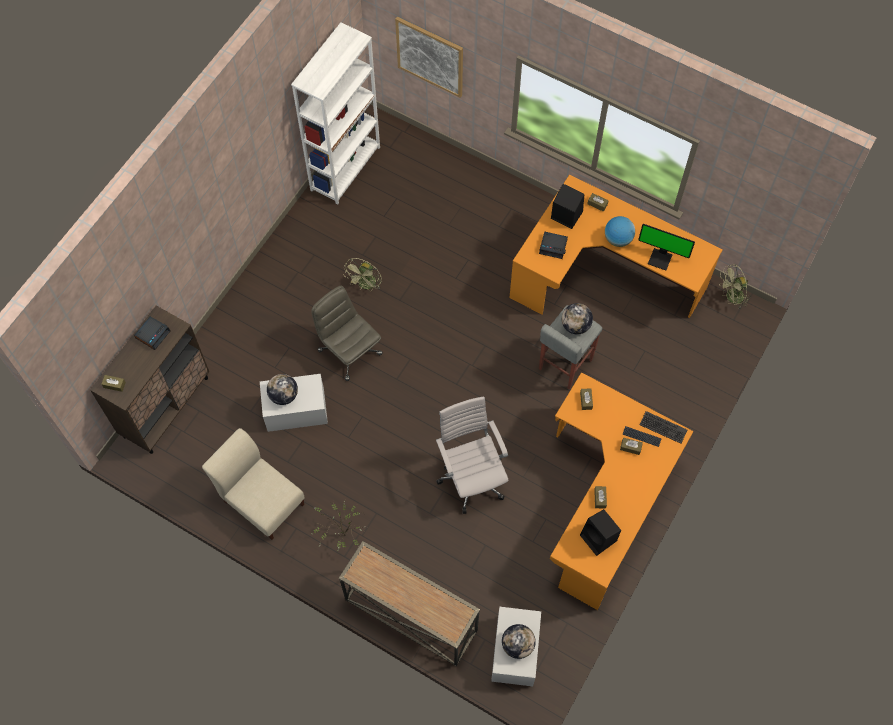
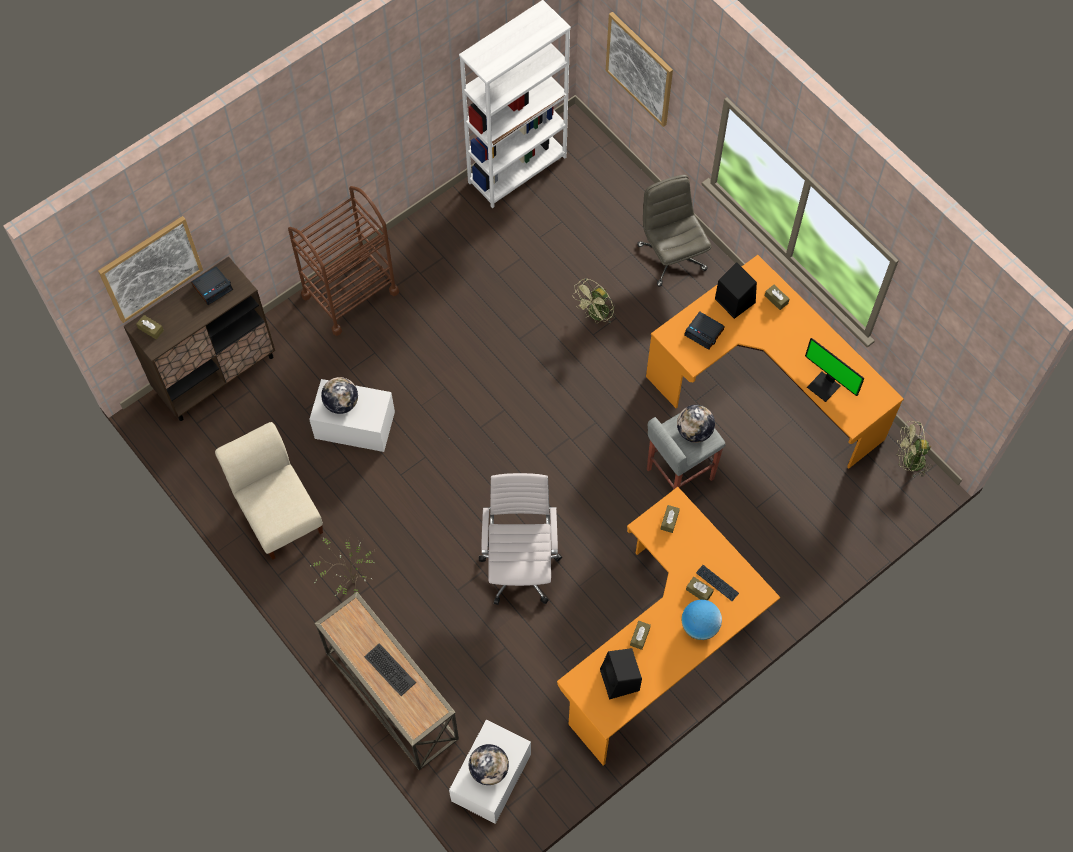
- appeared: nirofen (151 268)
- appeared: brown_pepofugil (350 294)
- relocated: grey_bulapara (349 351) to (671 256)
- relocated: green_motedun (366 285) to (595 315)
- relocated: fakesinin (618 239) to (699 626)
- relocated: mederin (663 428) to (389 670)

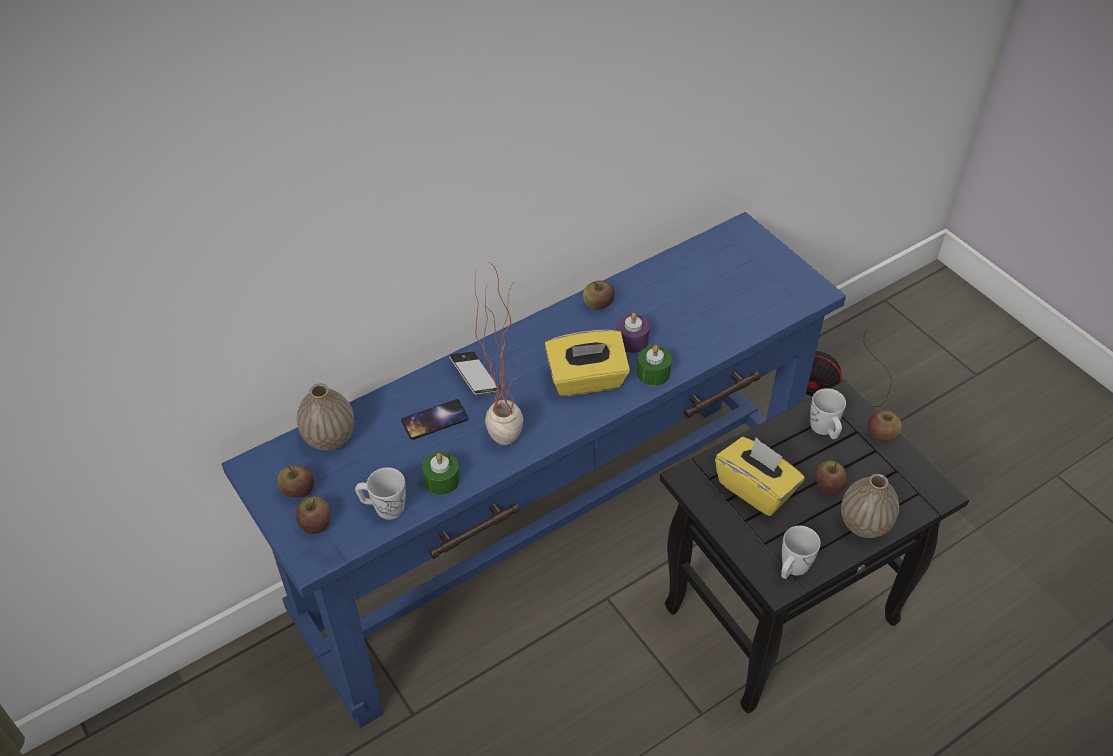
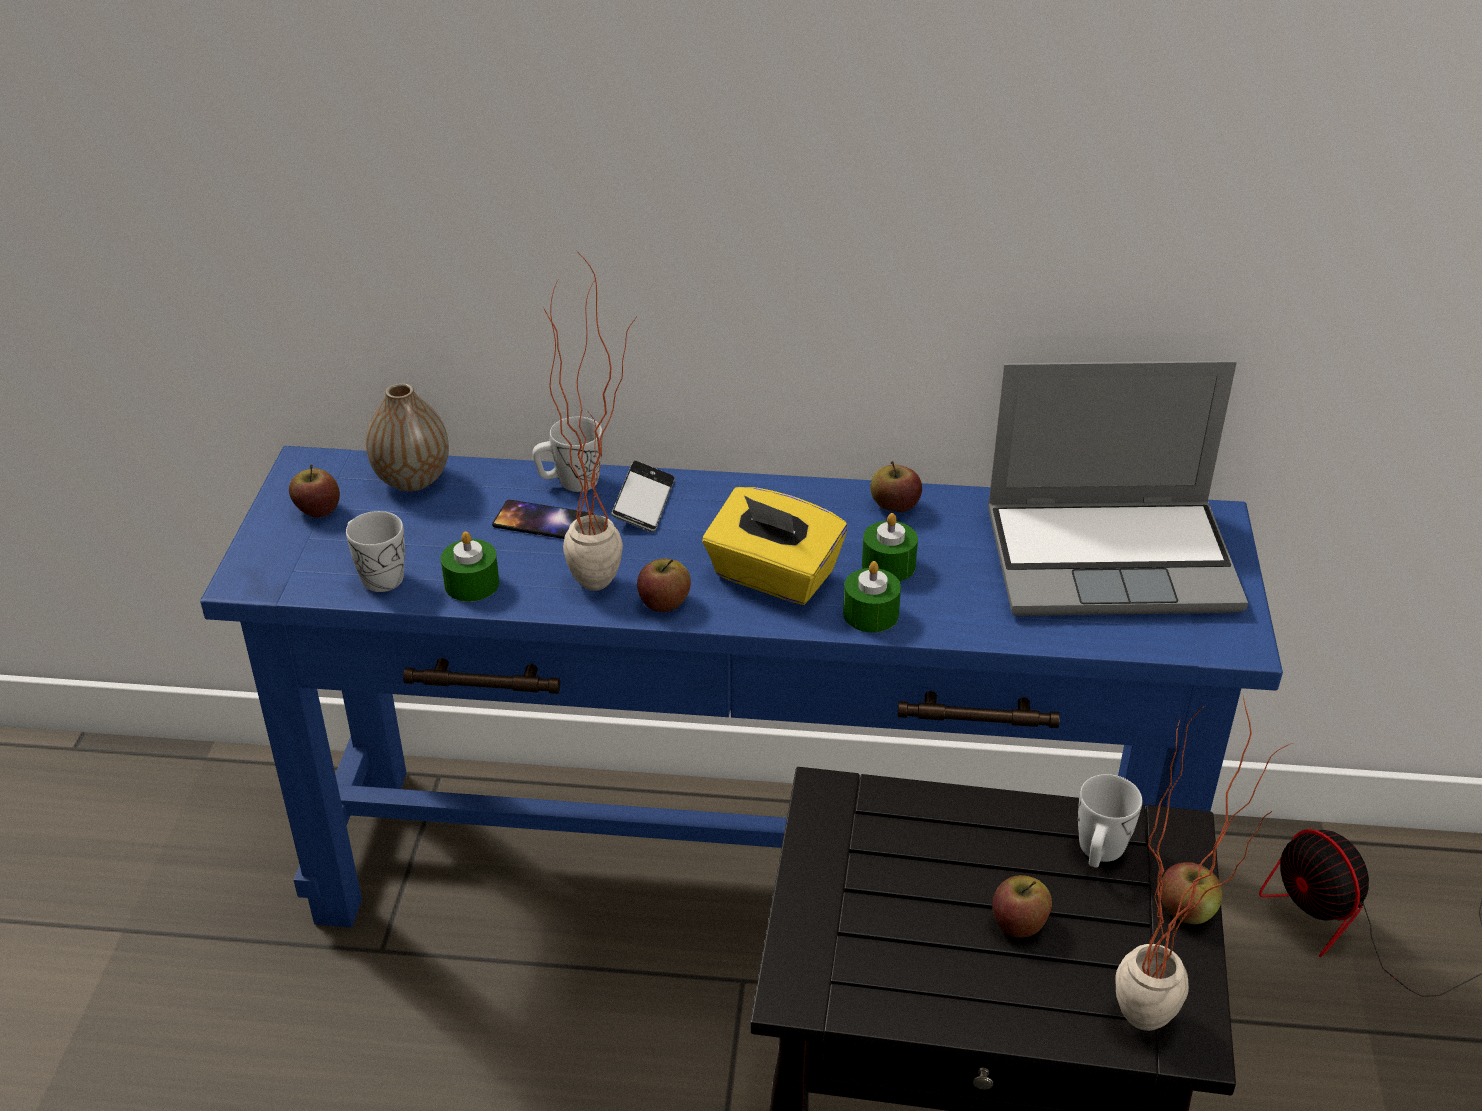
- missing: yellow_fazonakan (756 489)
- missing: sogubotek (864 525)
- appeared: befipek (1113 559)
- appeared: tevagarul (1166 1023)
- relocated: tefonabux (315 524) to (664 602)
- relocated: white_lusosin (792 569) to (570 482)
- colour: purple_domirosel (632 340) to green_domirosel (888 565)

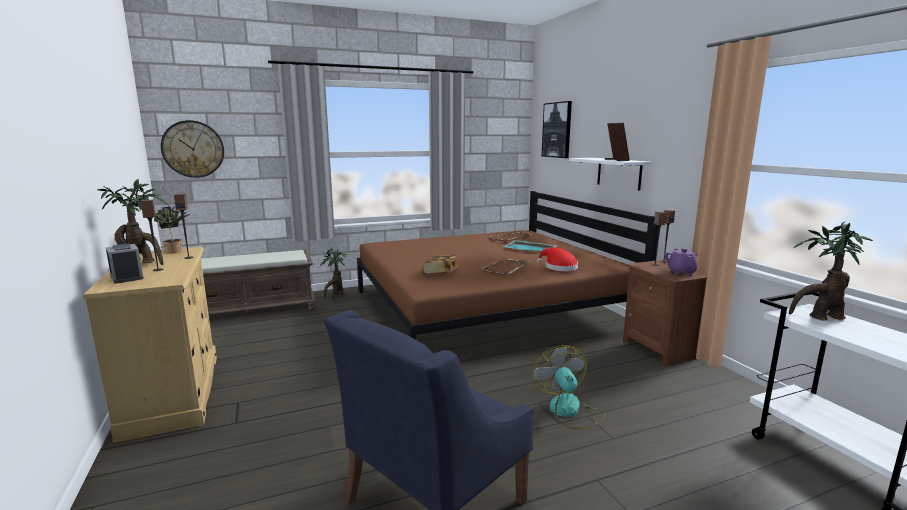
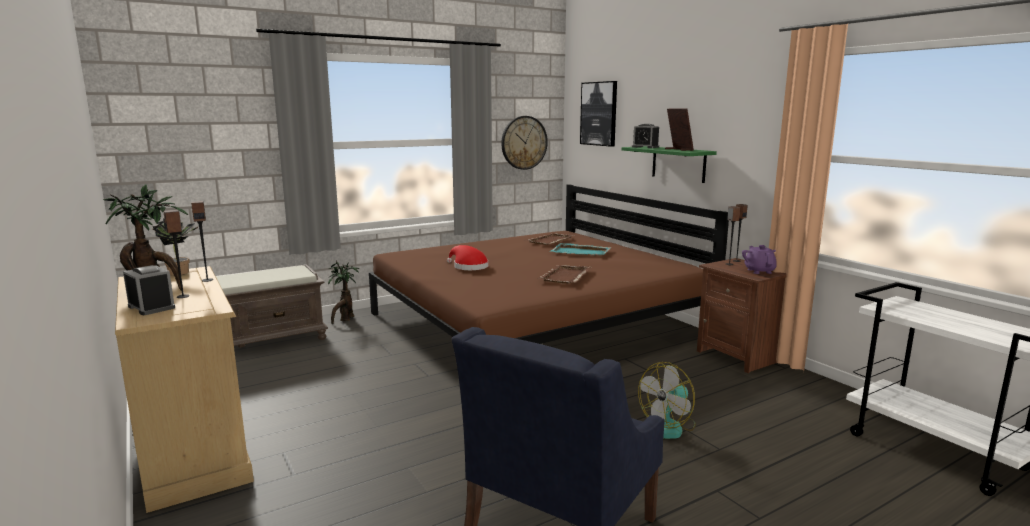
- missing: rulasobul (440 273)
- missing: tevagarul (820 317)
- appeared: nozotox (645 147)
- relocated: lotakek (193 149) to (524 142)
- relocated: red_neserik (558 267) to (468 267)
- colour: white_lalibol (619 173) to green_lalibol (678 164)
- spun: motedun (569 411) = (667 427) 105 degrees counterclockwise

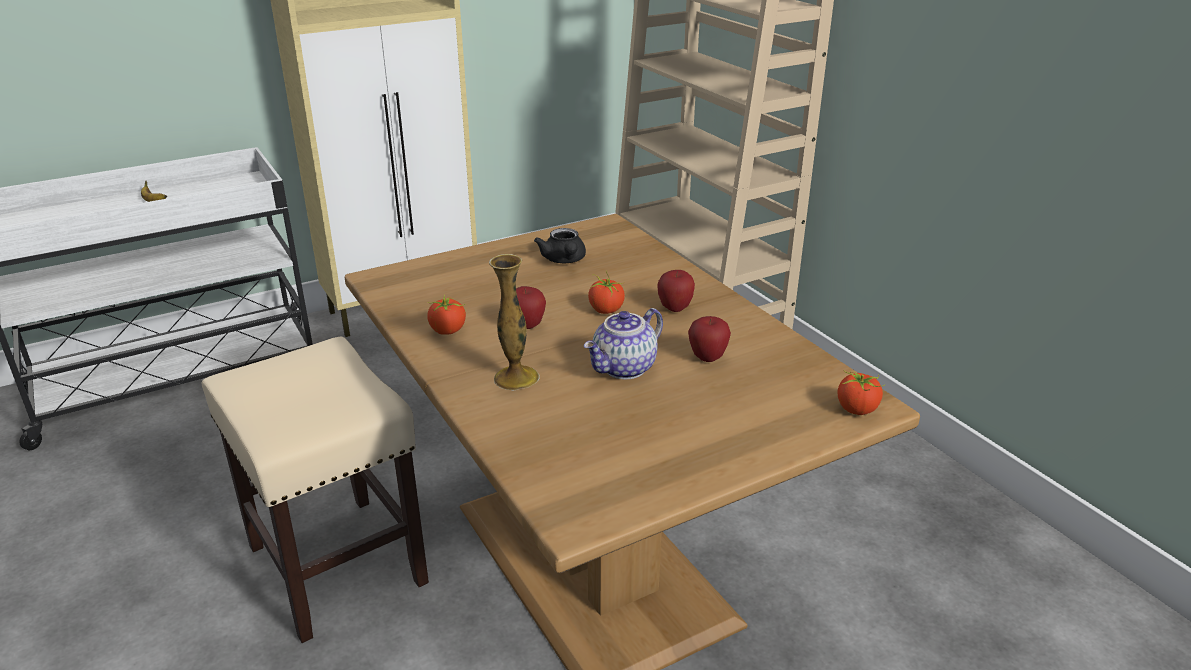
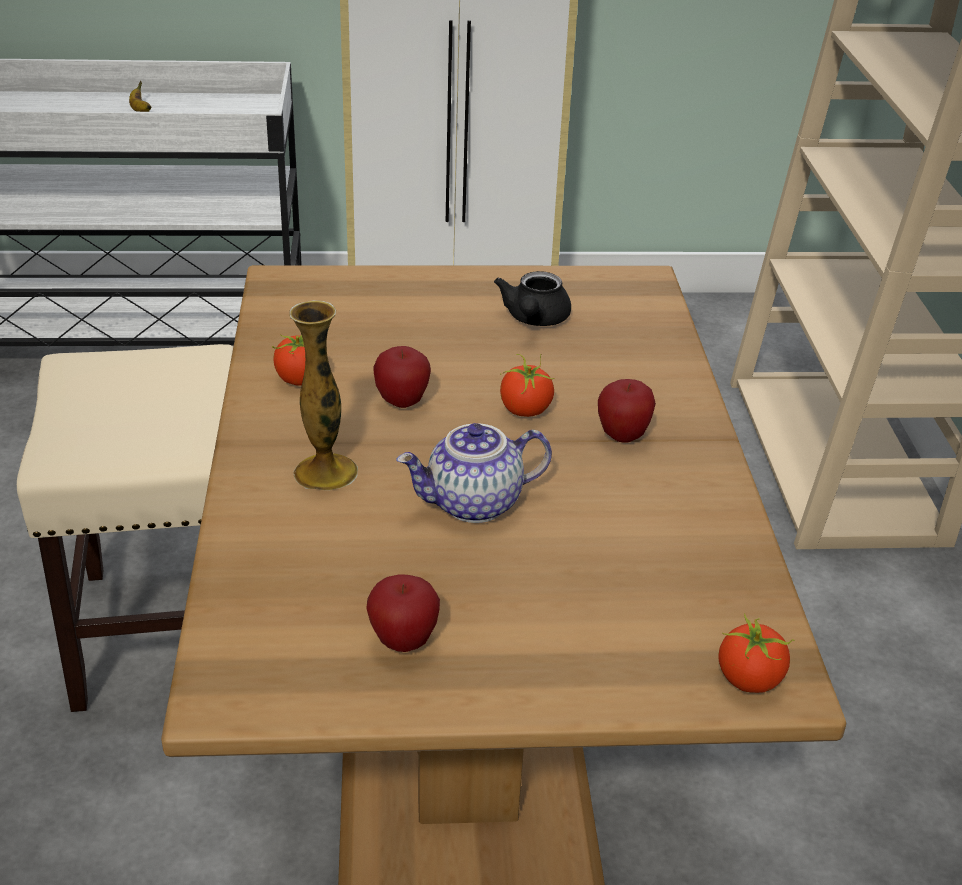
- relocated: tefonabux (707 358) to (403 641)

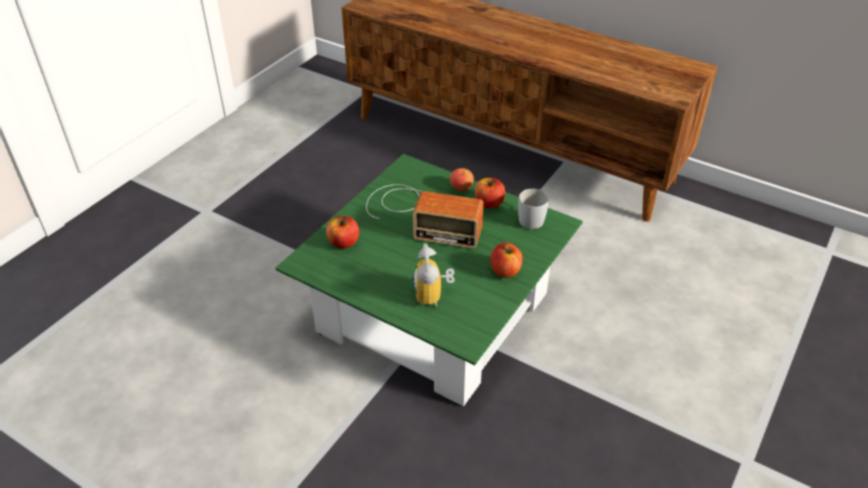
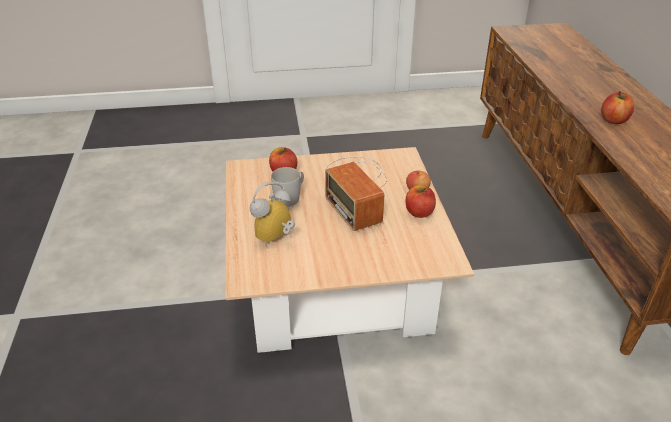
- relocated: tefonabux (505 271) to (613 120)
- relocated: white_lusosin (529 218) to (290 197)
- colour: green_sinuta (434 313) to beige_sinuta (335 282)

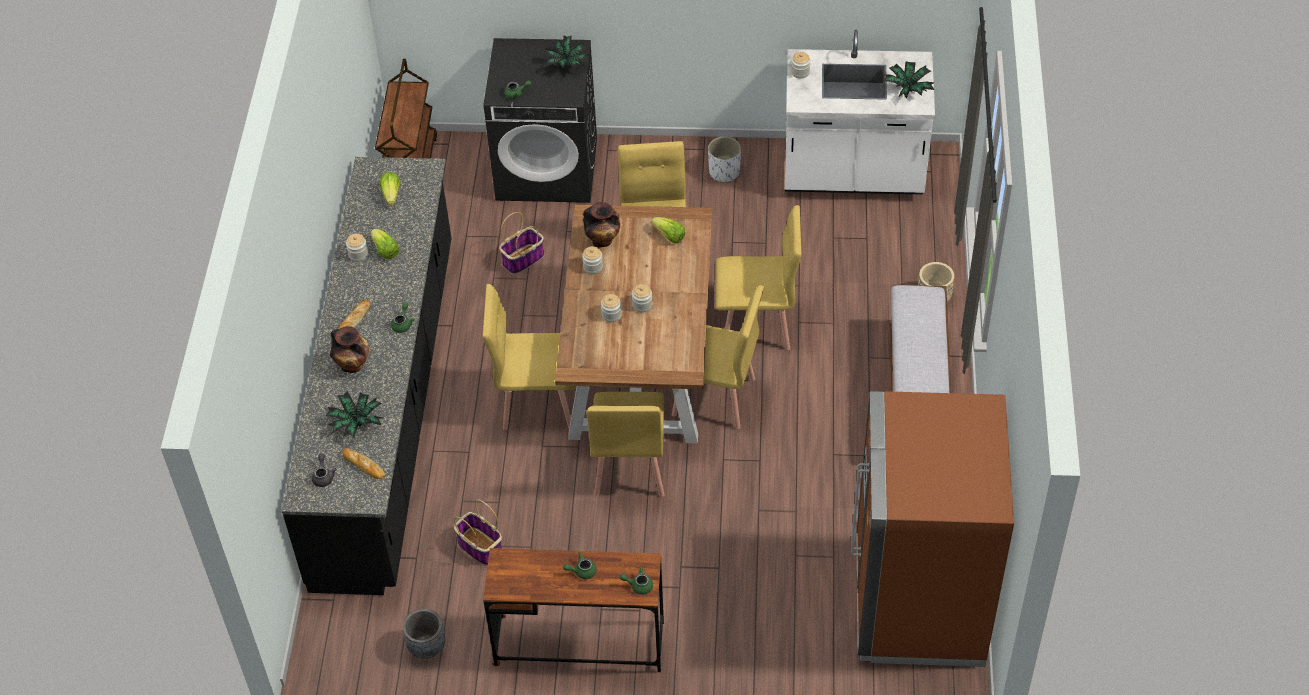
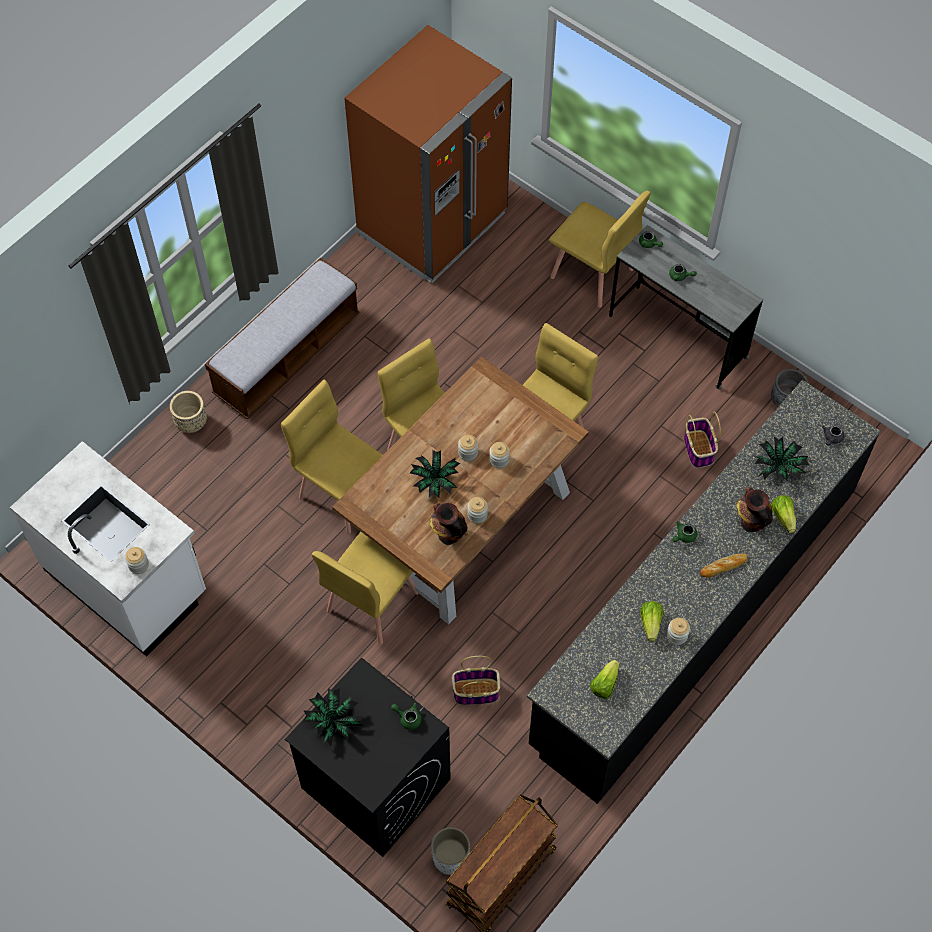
- missing: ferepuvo (364 466)
- relocated: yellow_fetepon (538 401) to (592 274)
- relocated: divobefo (669 236) to (783 517)
- relocated: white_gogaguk (724 172) to (450 857)
- relocated: tevagarul (907 89) to (435 480)
- colour: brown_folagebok (579 644) to grey_folagebok (677 337)

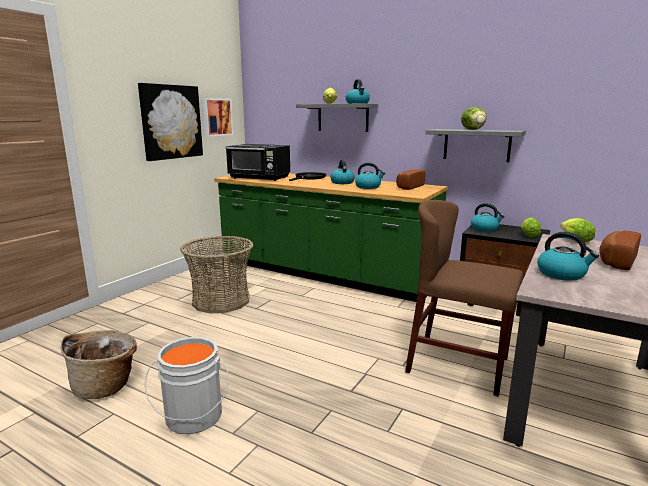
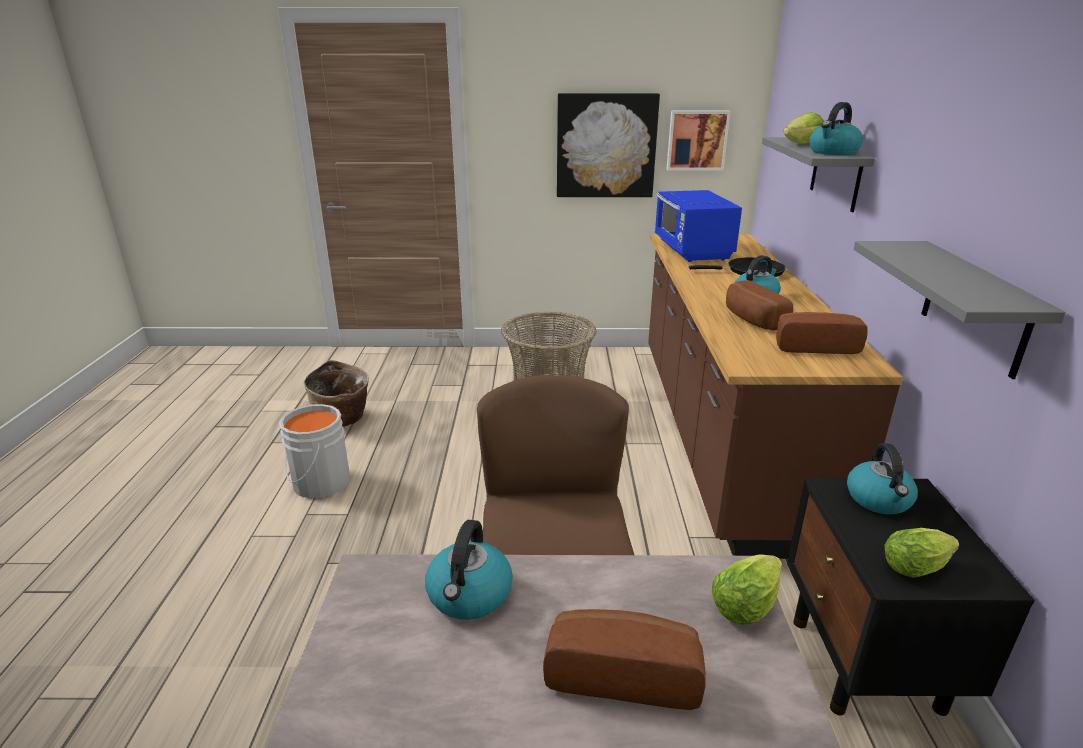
- missing: divobefo (473 130)
- exchanged: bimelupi (368 187) to ferepuvo (751 320)
- colour: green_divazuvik (324 273) to brown_divazuvik (721 434)
- colour: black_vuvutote (259 178) to blue_vuvutote (691 250)

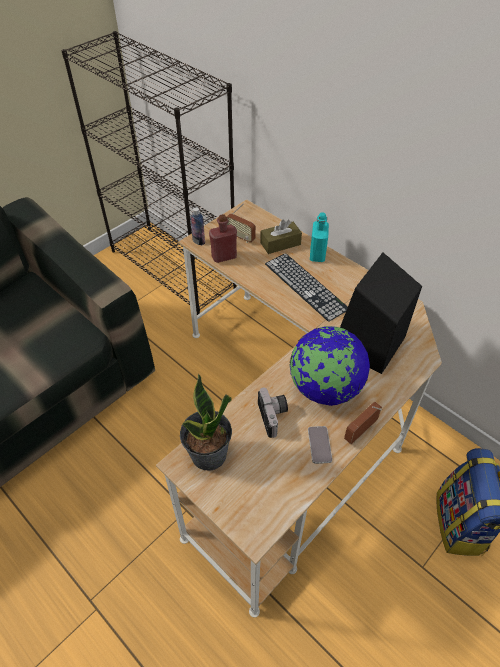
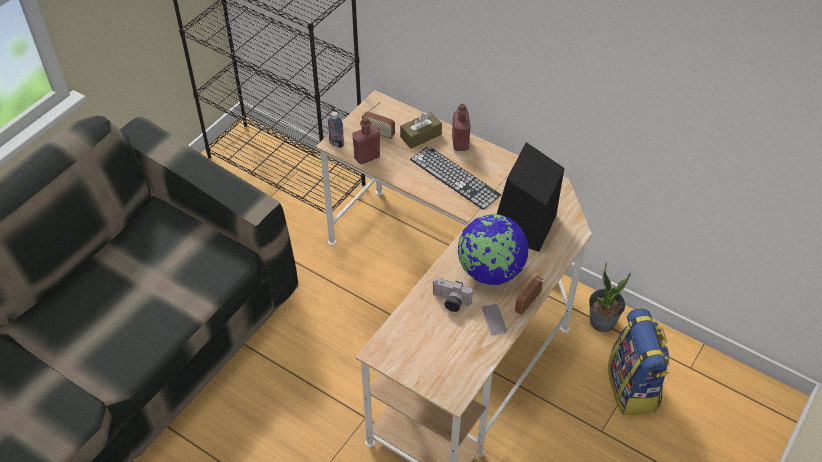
- relocated: tevagarul (208 455) to (602 322)
- colour: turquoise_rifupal (317 255) to red_rifupal (460 143)
- spun: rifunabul (274 416) = (450 302) 135 degrees clockwise

